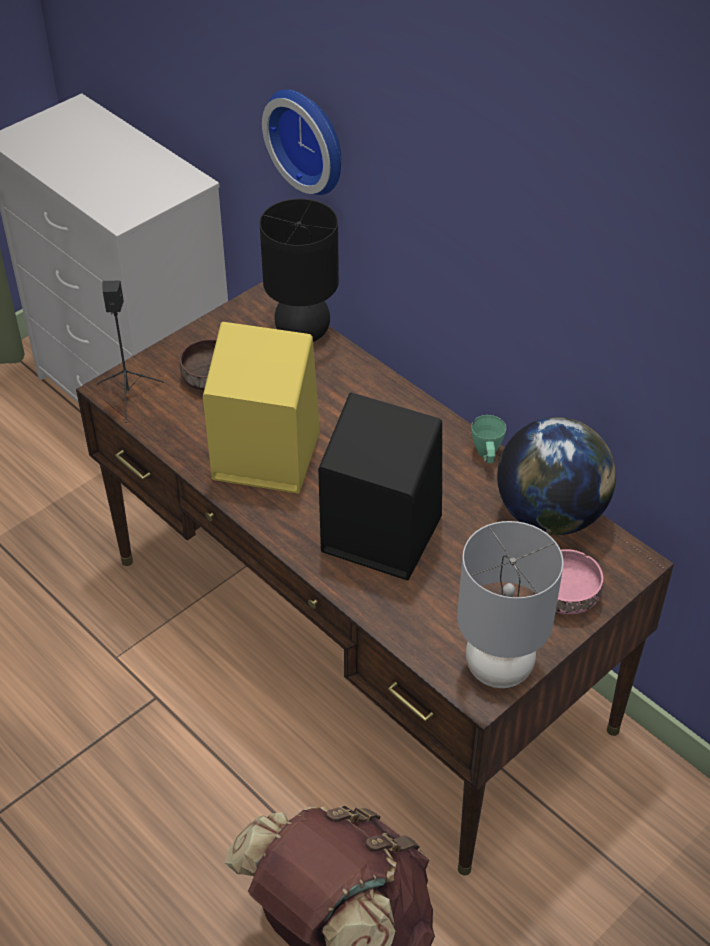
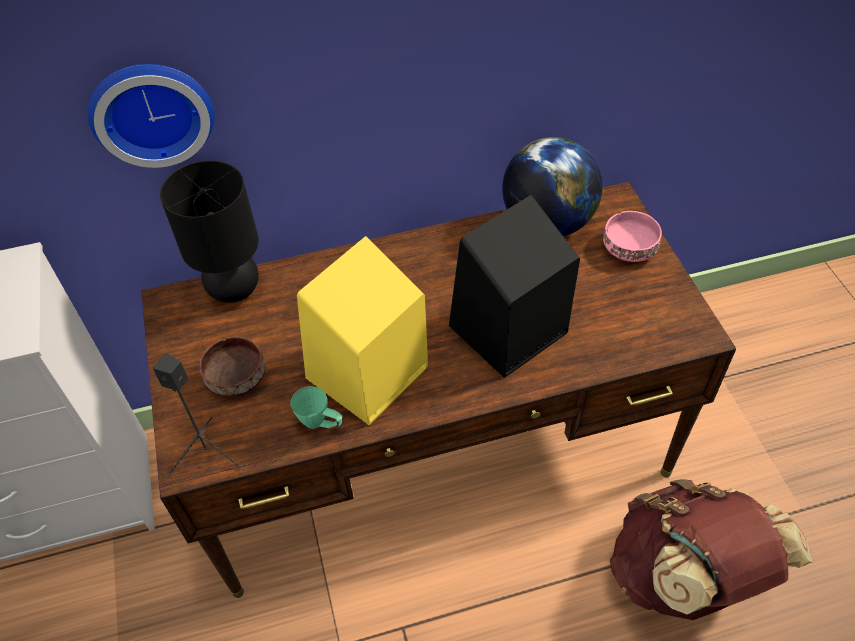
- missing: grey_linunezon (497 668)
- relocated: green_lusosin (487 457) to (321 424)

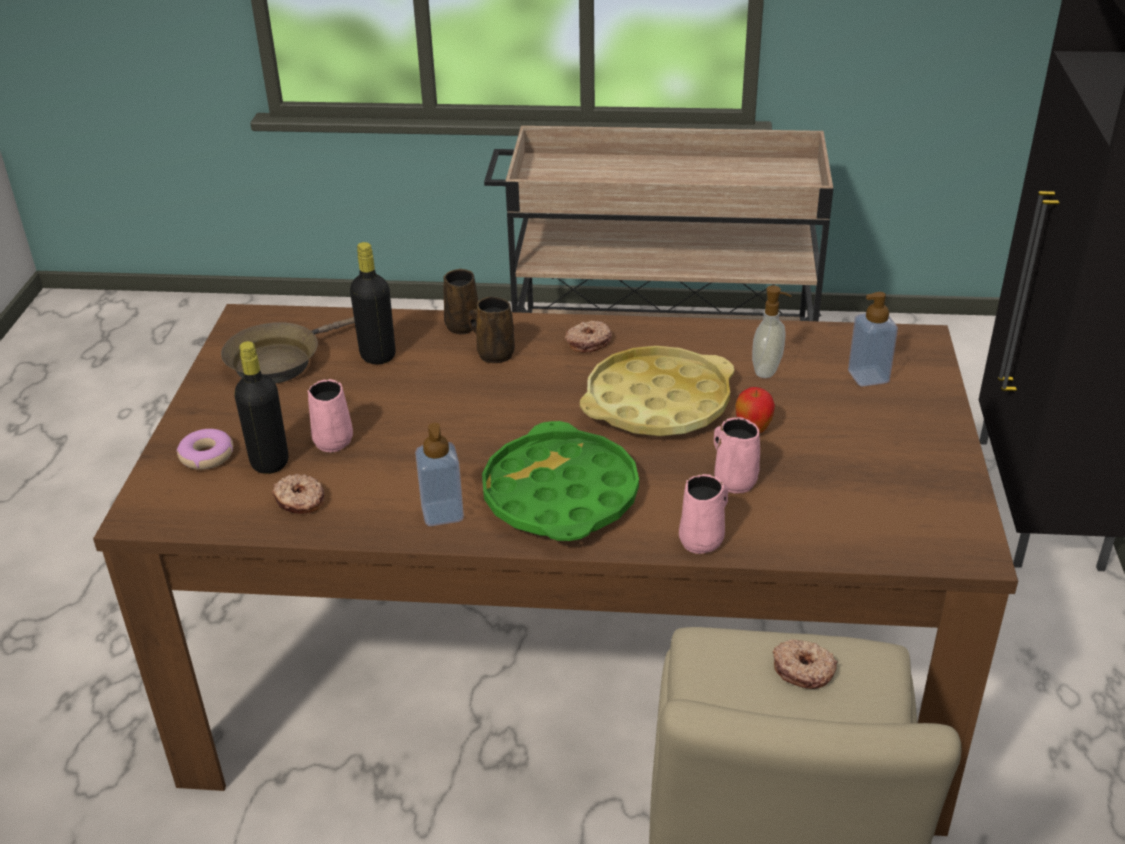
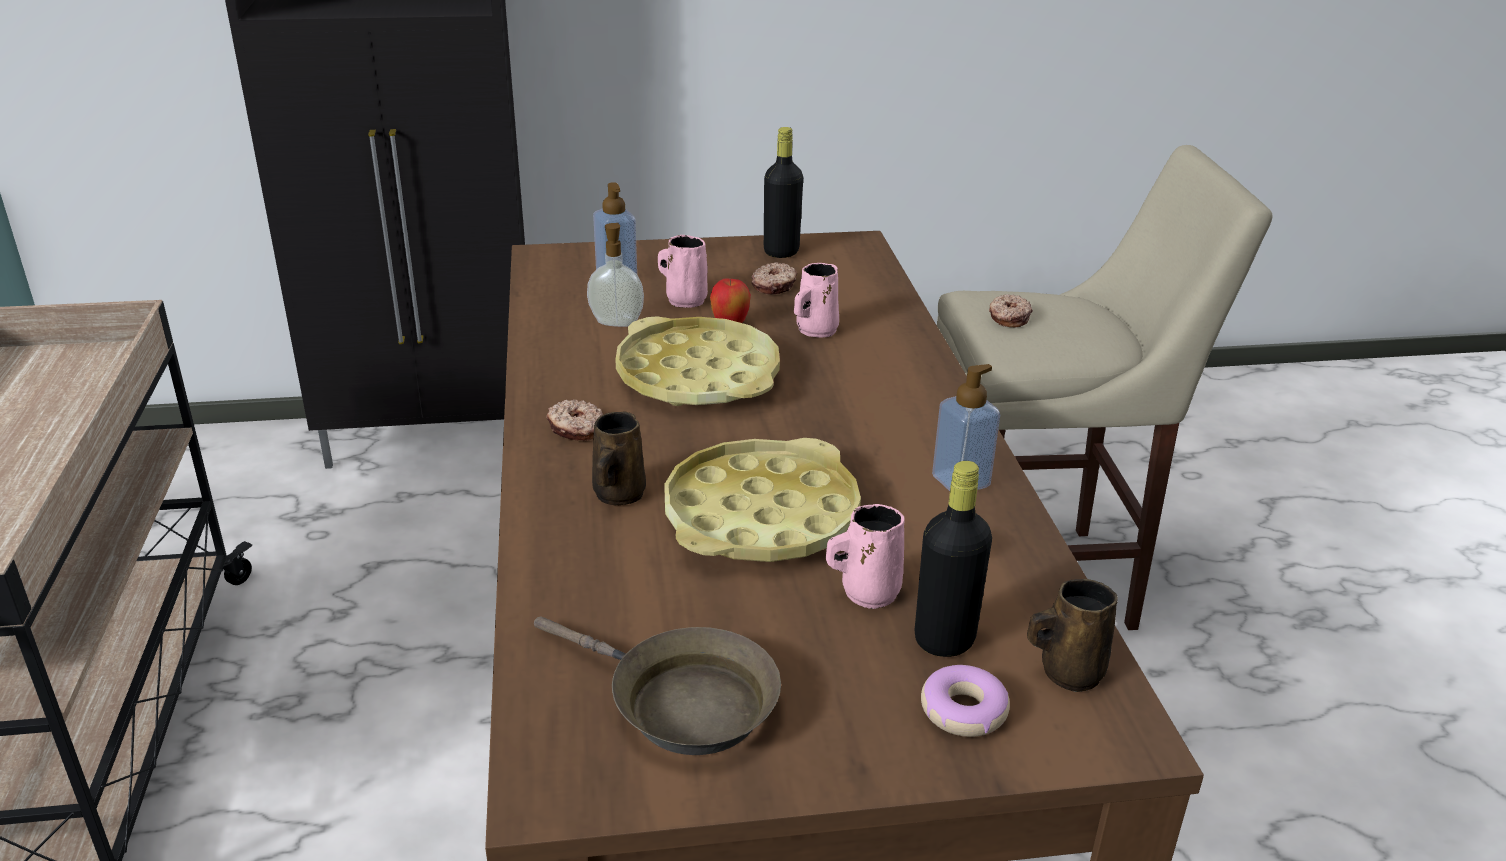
- missing: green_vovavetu (560 495)
- appeared: yellow_vovavetu (760 516)
- relocated: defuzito (300 501) to (775 286)
- relocated: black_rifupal (378 356) to (781 251)
- relocated: brown_lusosin (463 324) to (1067 672)
- relocated: pink_lusosin (703 540) to (684 300)

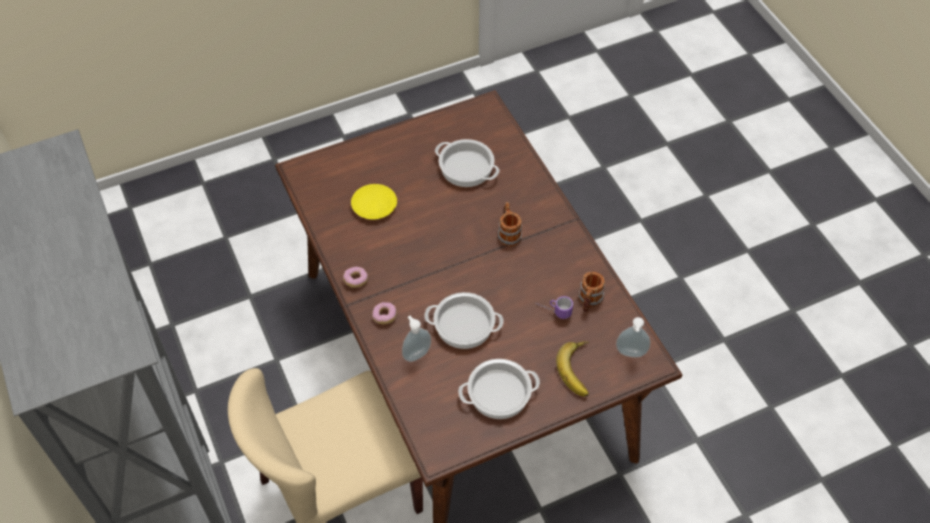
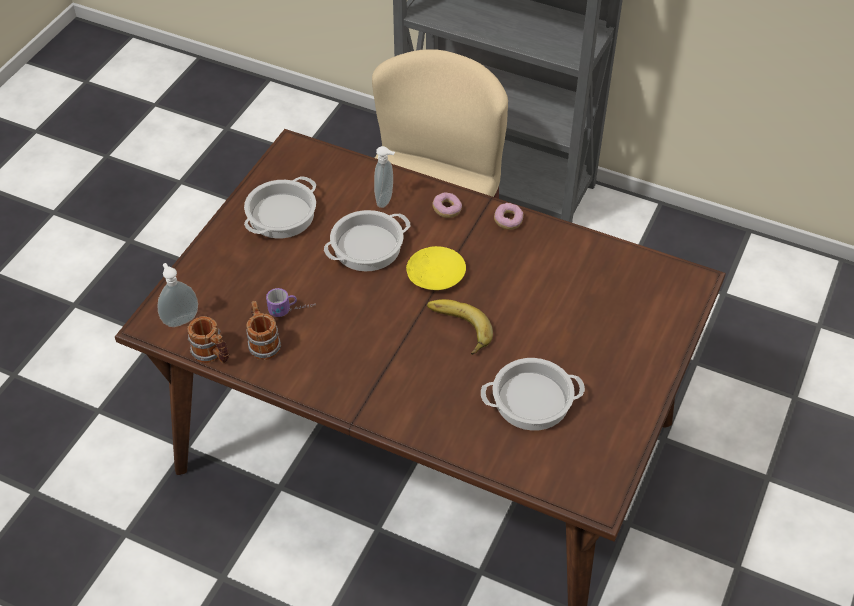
- relocated: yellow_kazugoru (375 206) to (435 274)
- relocated: lusosin (508 233) to (212 355)
- relocated: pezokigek (579 370) to (457 329)

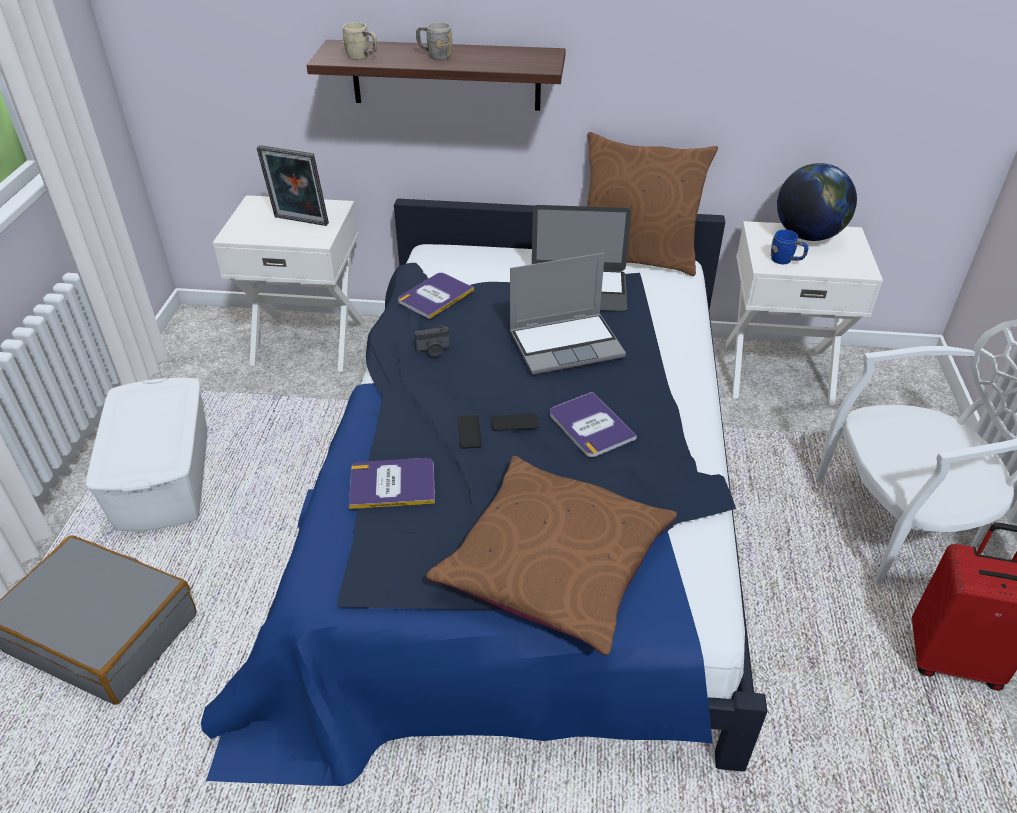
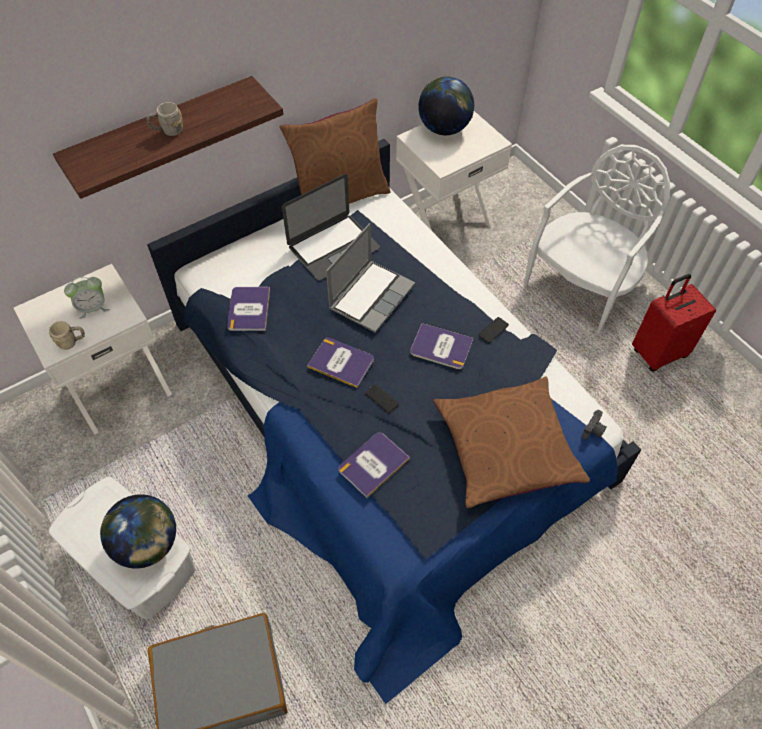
- missing: blue_lusosin (786 261)
- appeared: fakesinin (148 544)
- appeared: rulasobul (341 362)
- relocated: beige_lusosin (362 57) to (72 342)
- relocated: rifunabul (433 350) to (593 431)
- relocated: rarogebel (514 423) to (493 330)
- exchanged: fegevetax (299 222) to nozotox (93 308)

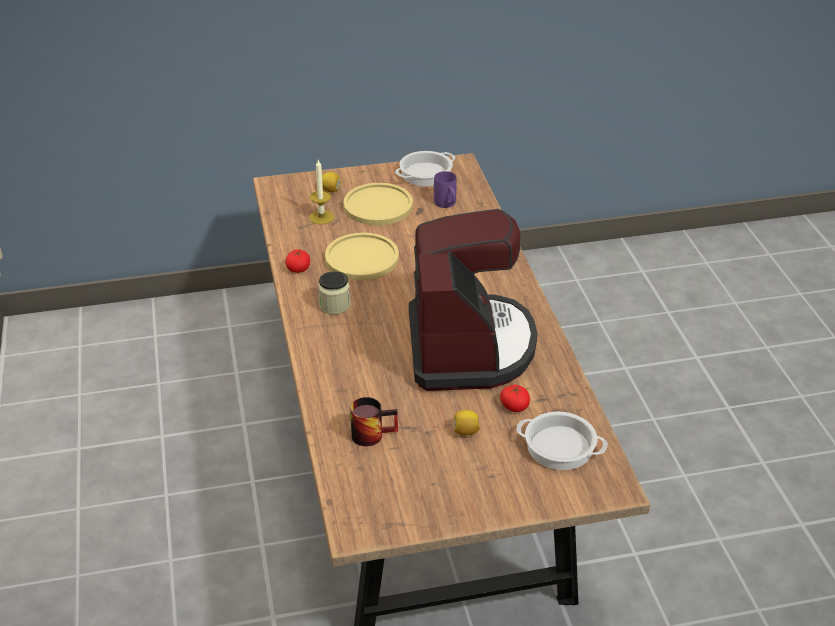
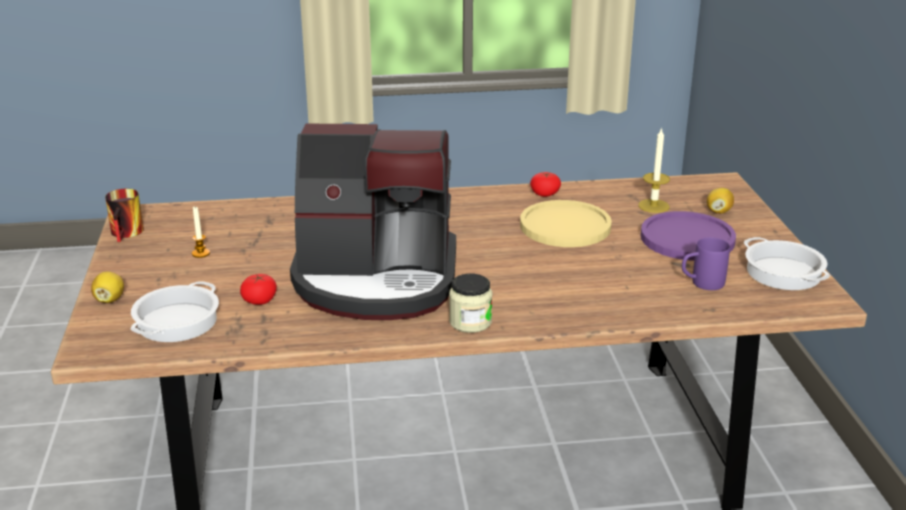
- appeared: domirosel (201 253)
- relocated: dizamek (334 305) to (470 322)
- relocated: lusosin (372 433) to (129 233)
- relocated: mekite (465 431) to (109 300)
- colour: yellow_kazugoru (378 206) to purple_kazugoru (687 238)

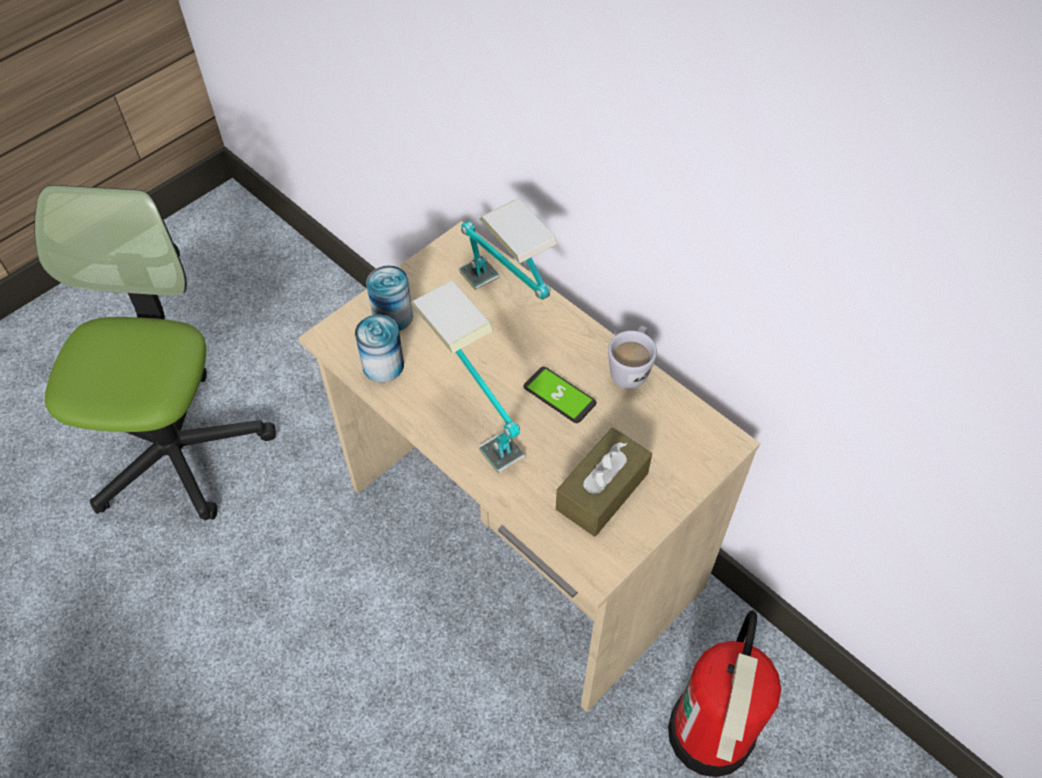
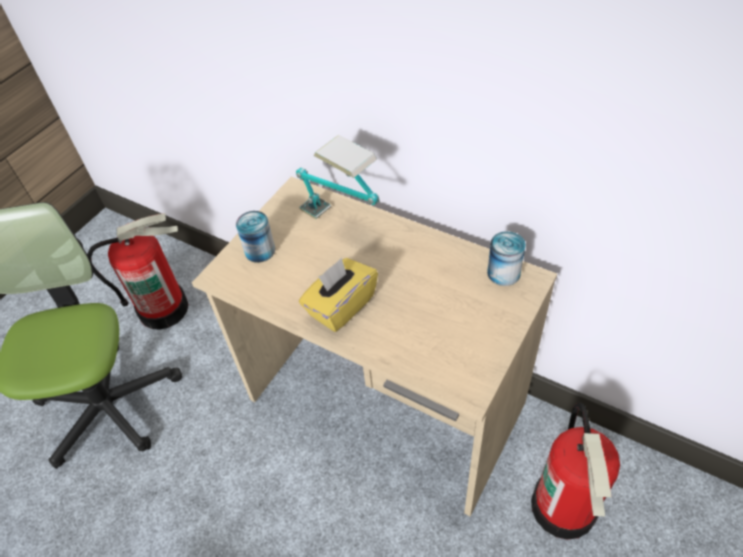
- missing: rarogebel (559 395)
- missing: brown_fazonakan (602 491)
- missing: white_lusosin (631 369)
- appeared: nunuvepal (164 308)
- relocated: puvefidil (383 365) to (503 273)
- exchanged: linunezon (471 416) to yellow_fazonakan (341 306)

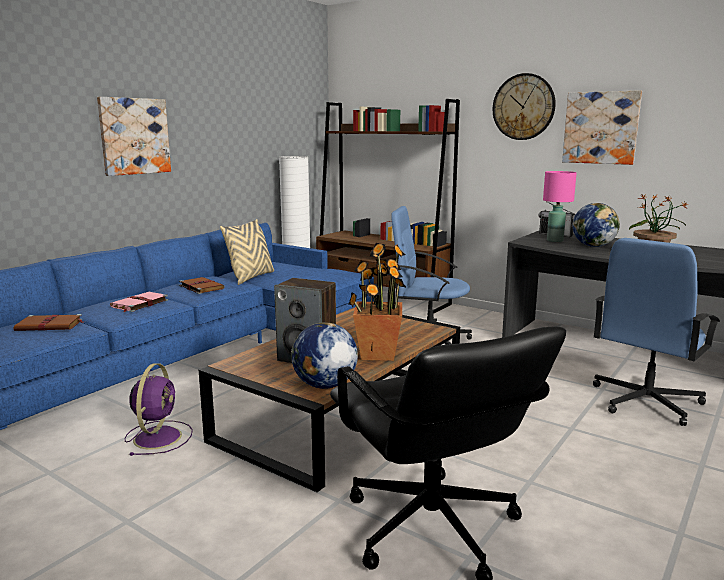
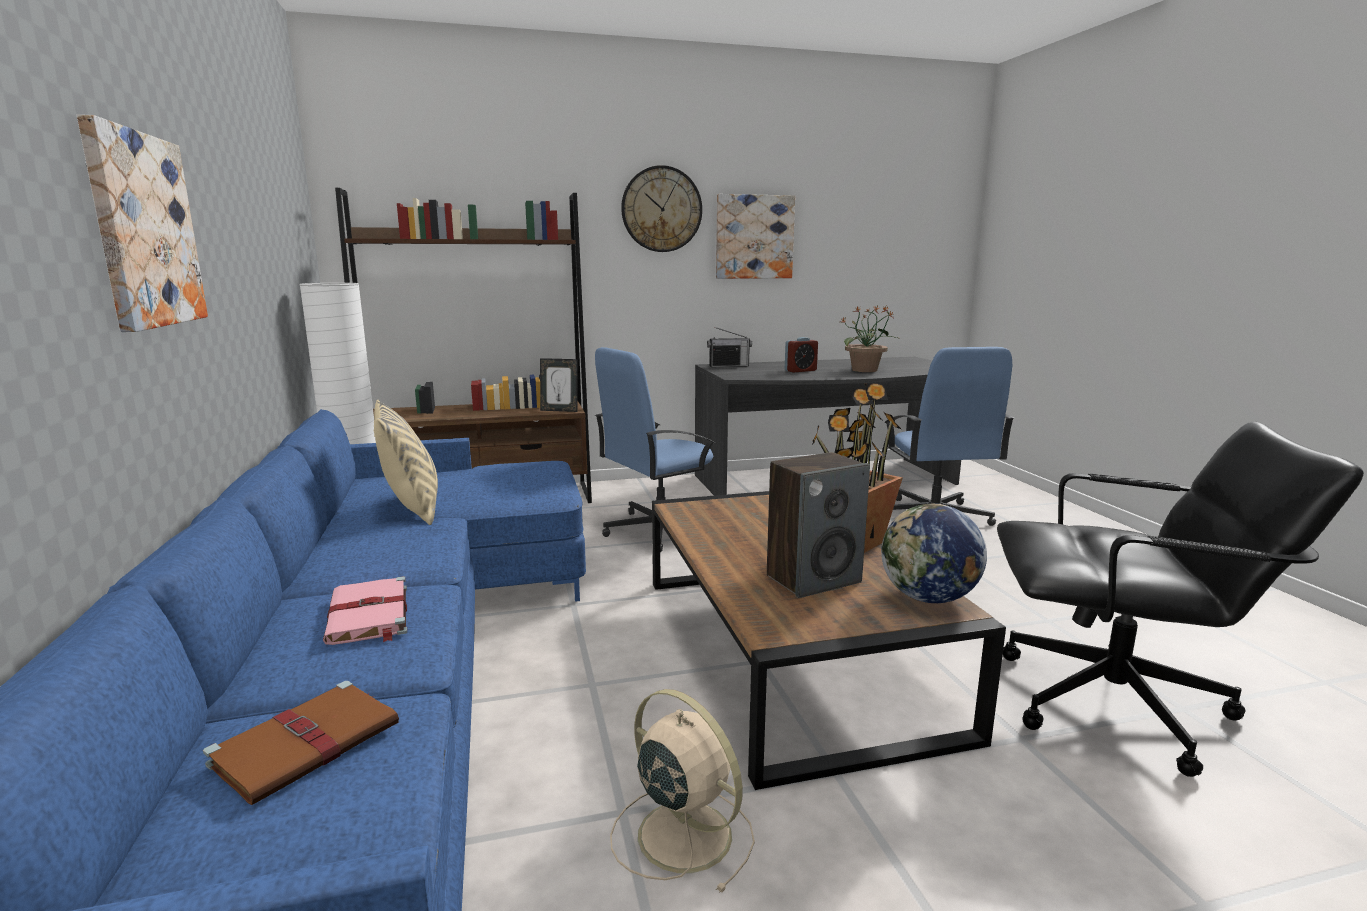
- missing: brown_rulasobul (201 287)
- missing: pink_linunezon (554 240)
- appeared: fegevetax (559 410)
- exchanged: fakesinin (593 246) to nozotox (800 370)
- colour: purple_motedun (158 436) to beige_motedun (681 833)

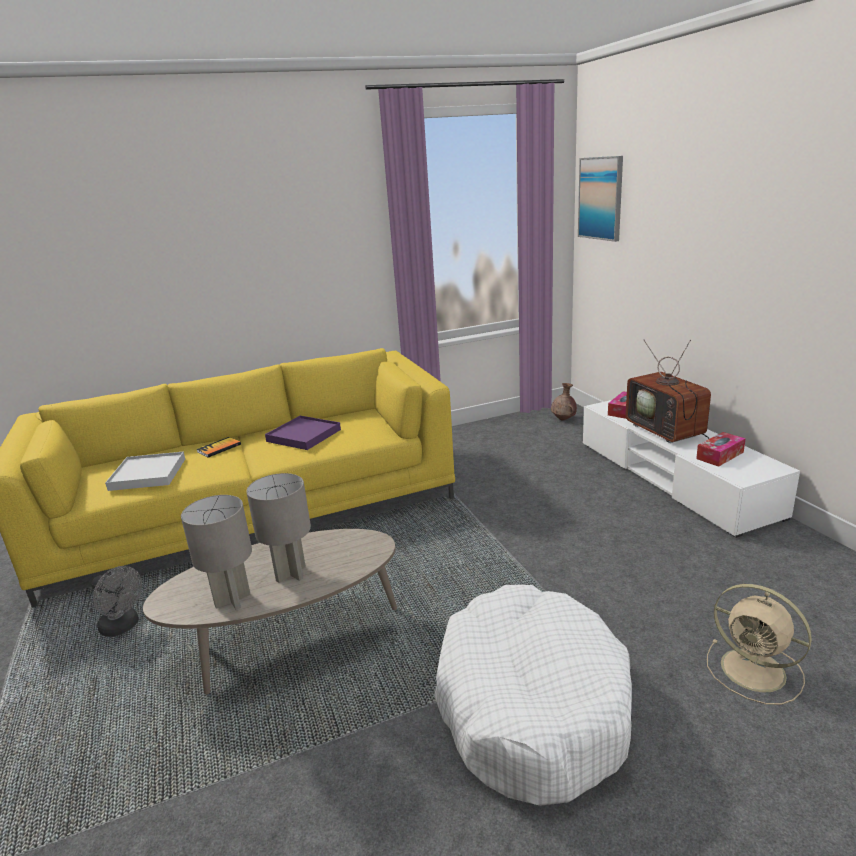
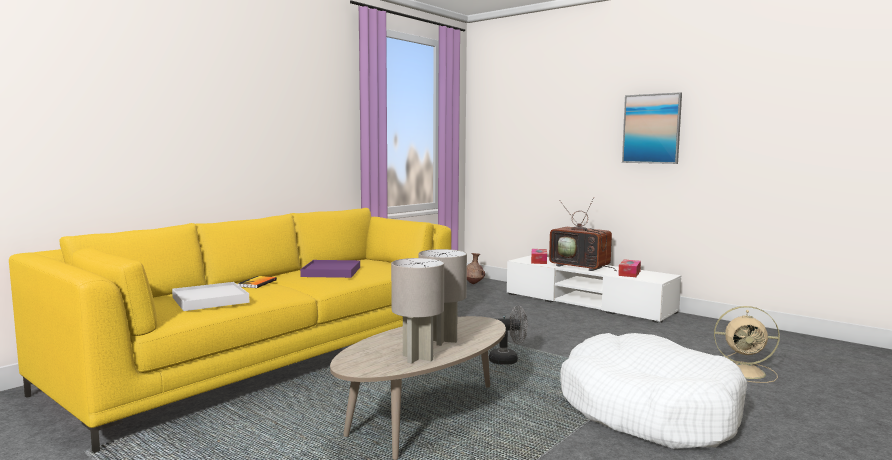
- relocated: grey_motedun (123 627) to (508 360)
- relocated: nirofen (601 198) to (651 129)

